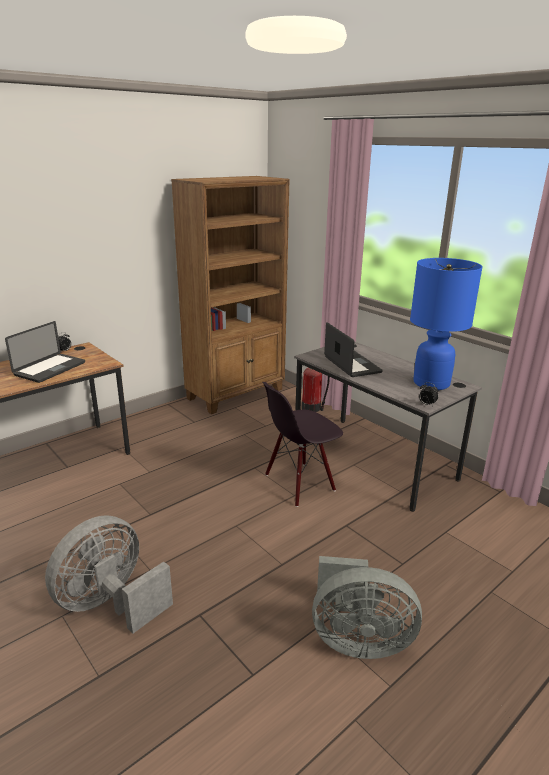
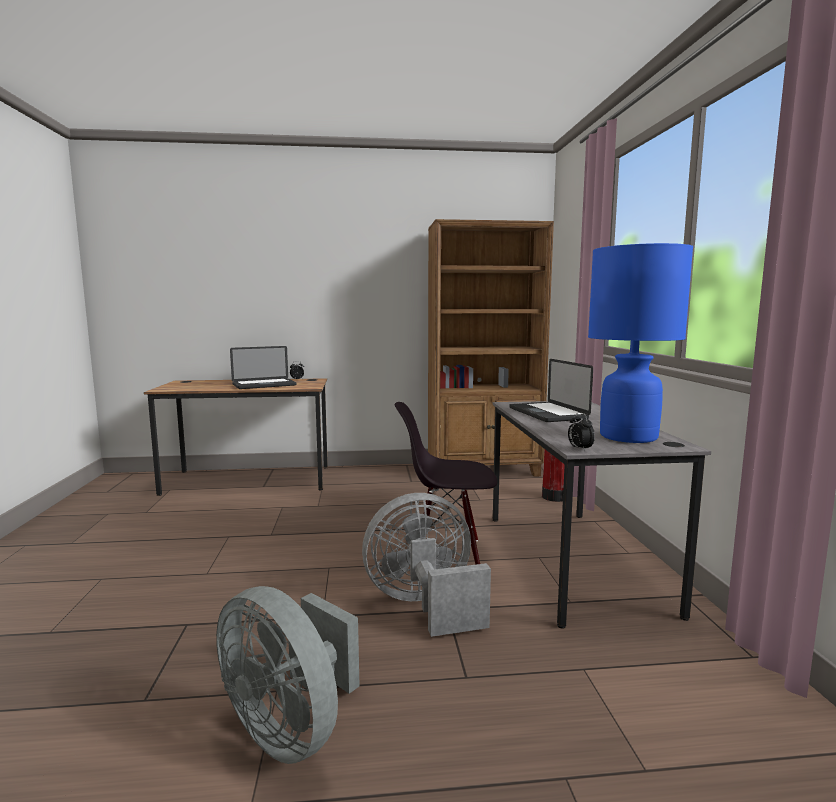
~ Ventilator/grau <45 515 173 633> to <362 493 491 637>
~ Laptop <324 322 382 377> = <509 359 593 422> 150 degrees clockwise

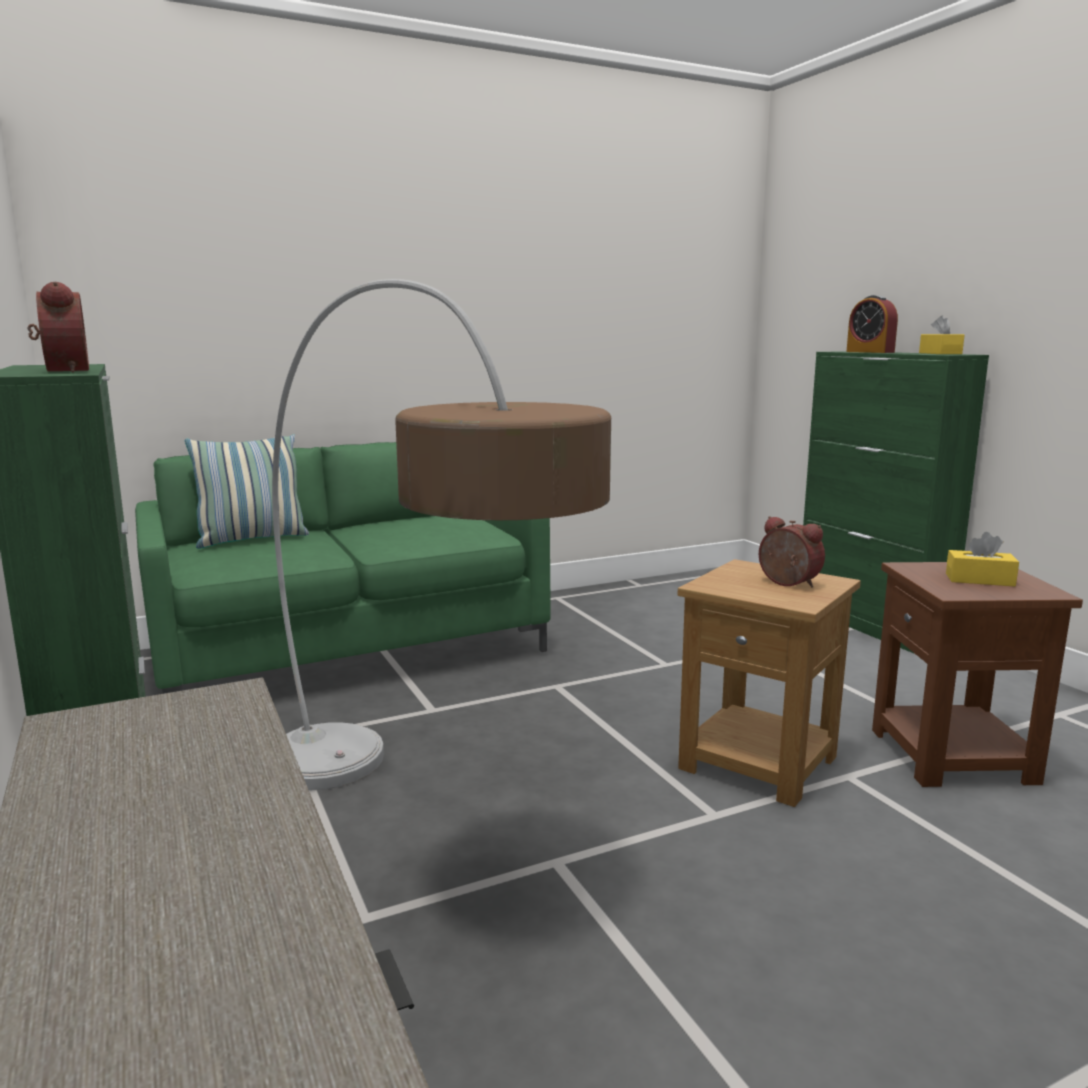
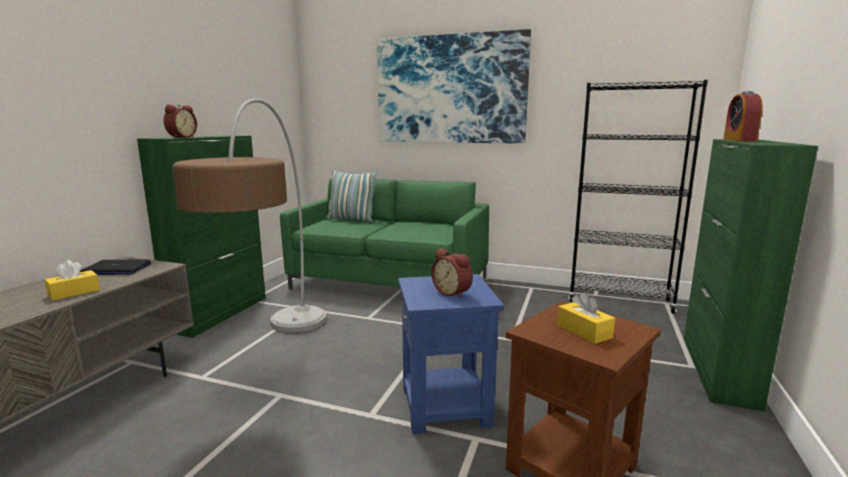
+ Laptop <80 260 151 275>
+ Bild <377 29 531 144>
+ Bücherregal/schwarz <569 80 708 314>
~ Taschentuchbox/gelb <919 315 965 354> to <45 260 100 301>
~ Beistelltisch/braun <677 559 861 807> to Beistelltisch/blau <398 274 504 434>
~ Wecker <759 516 825 588> = <431 248 473 298> 135 degrees clockwise

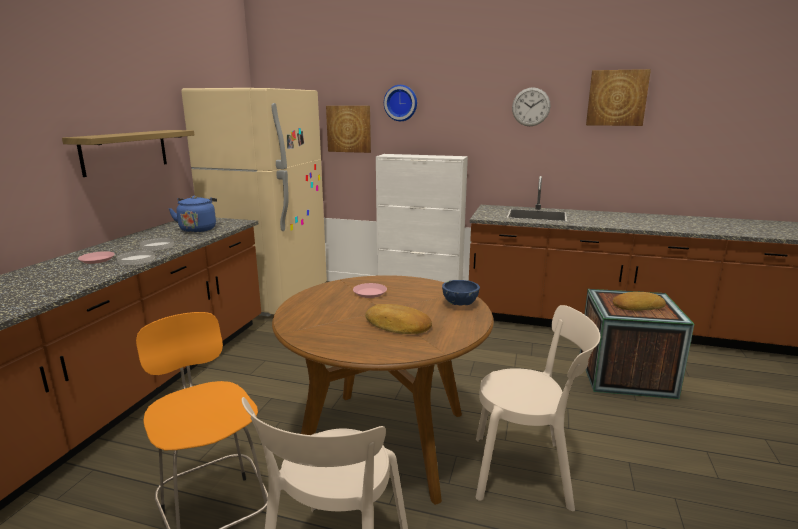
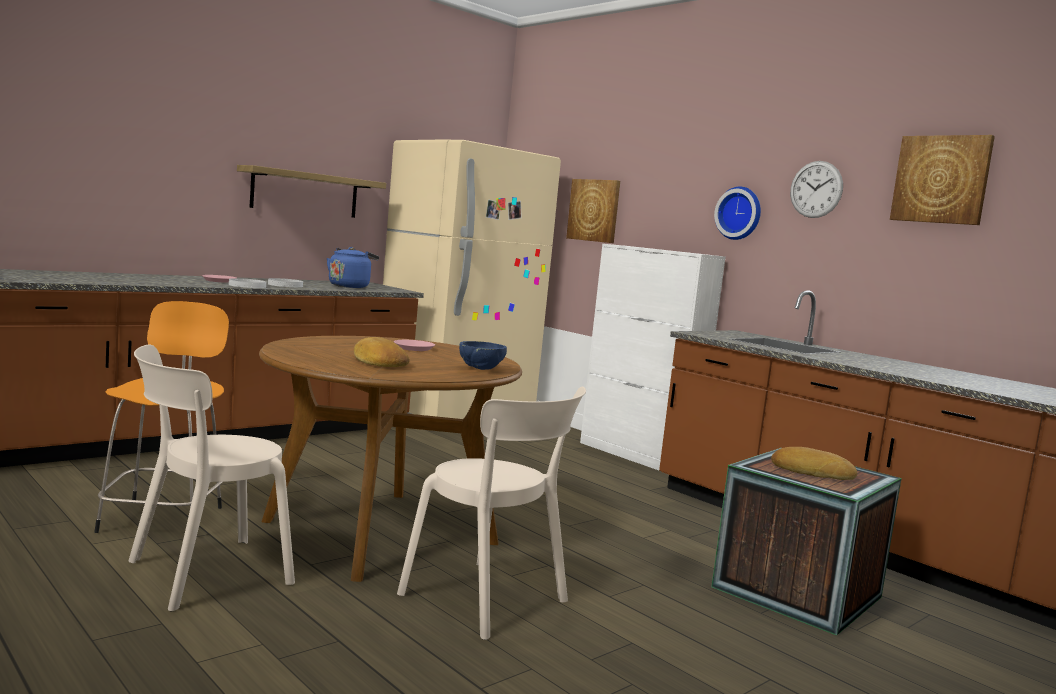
~ Wanduhr <384 85 417 121> to <714 187 761 240>

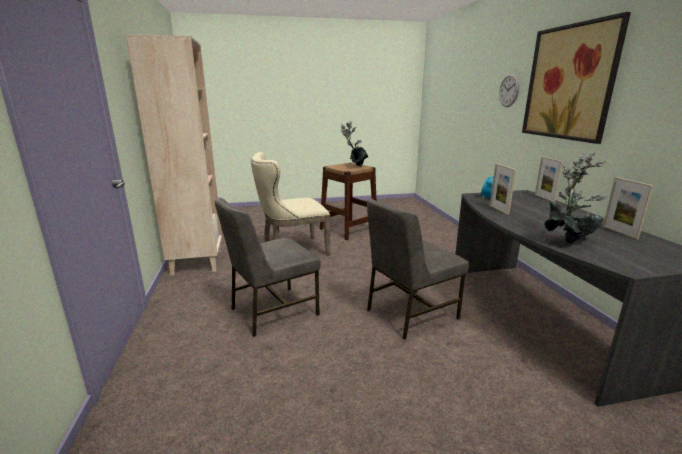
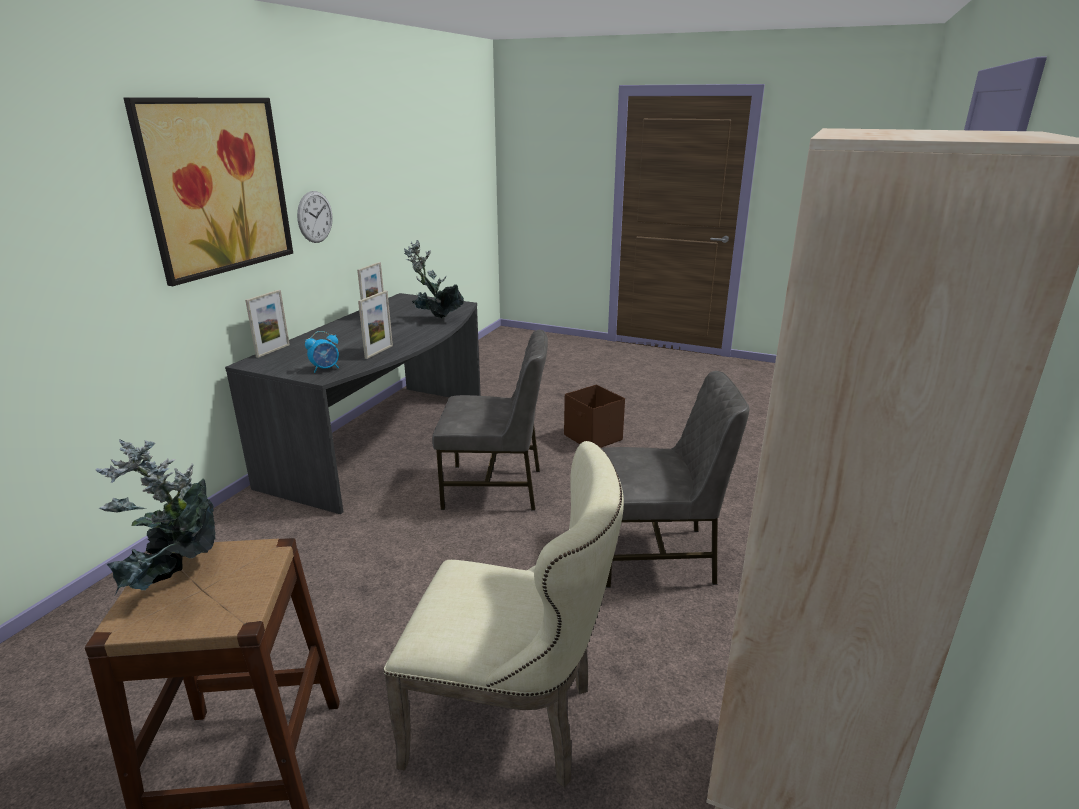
+ Aufbewahrungsbox/braun <564 385 625 448>
~ Wanduhr <499 73 520 107> to <297 191 333 243>

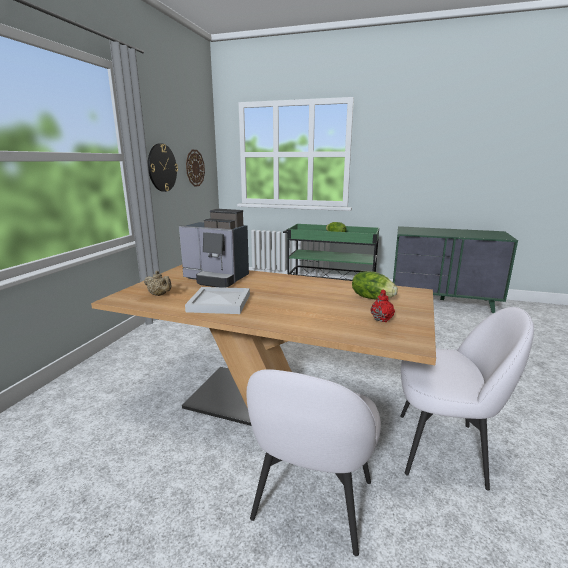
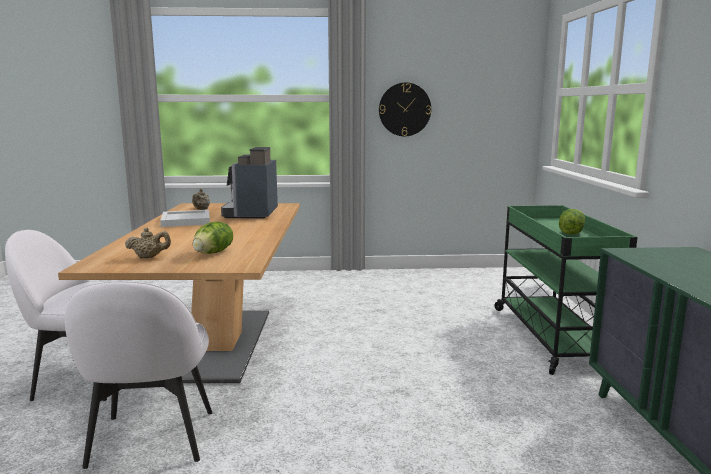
- Wanduhr <186 150 205 187>
~ Teekanne/rot <371 290 395 322> to Teekanne/beige <125 228 171 259>

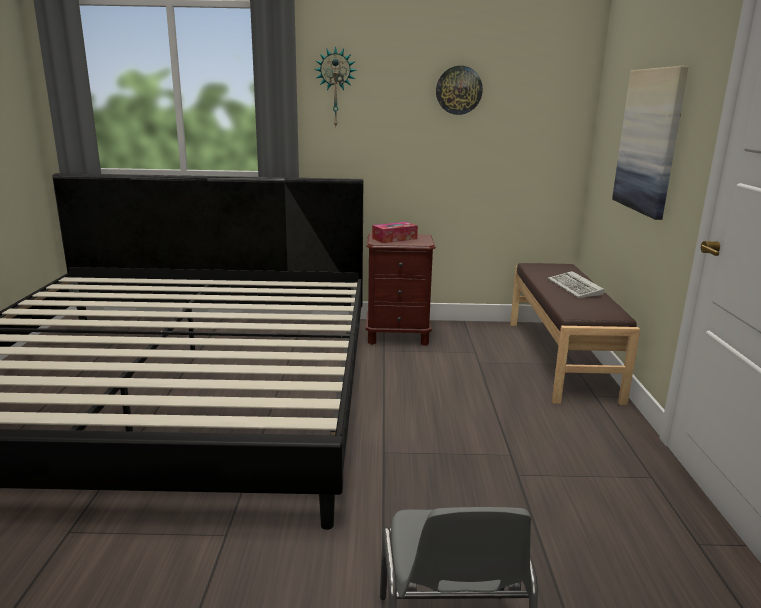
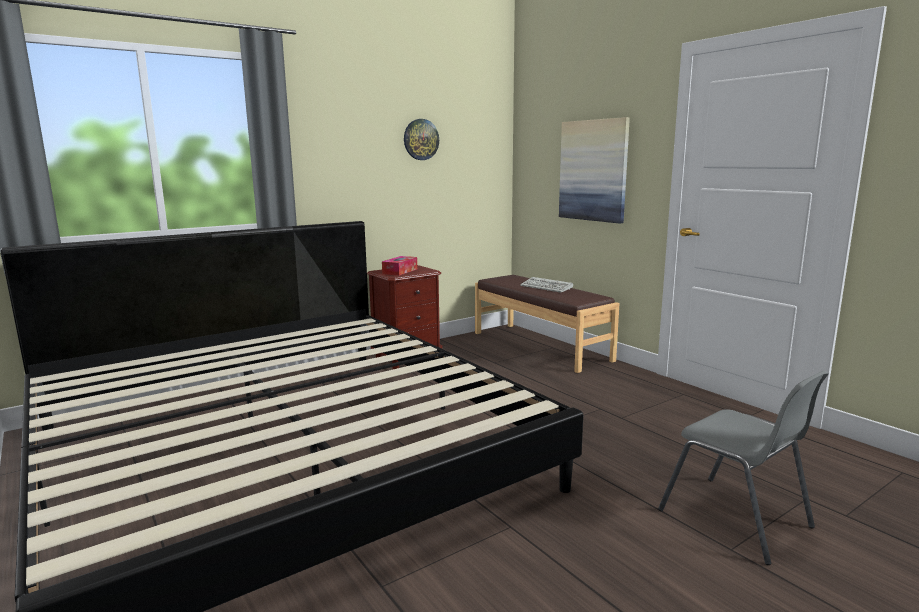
- Wanduhr <314 46 357 127>

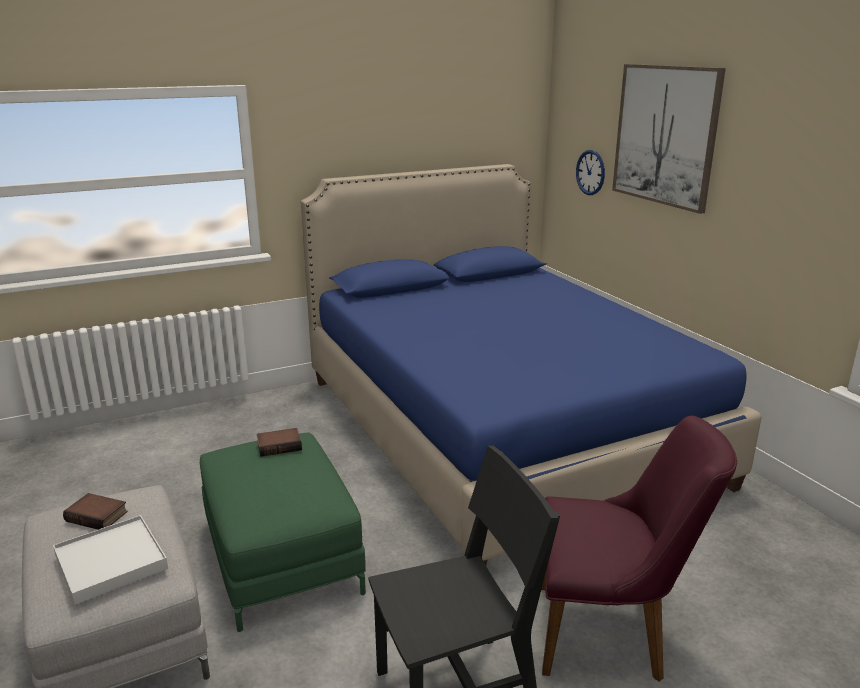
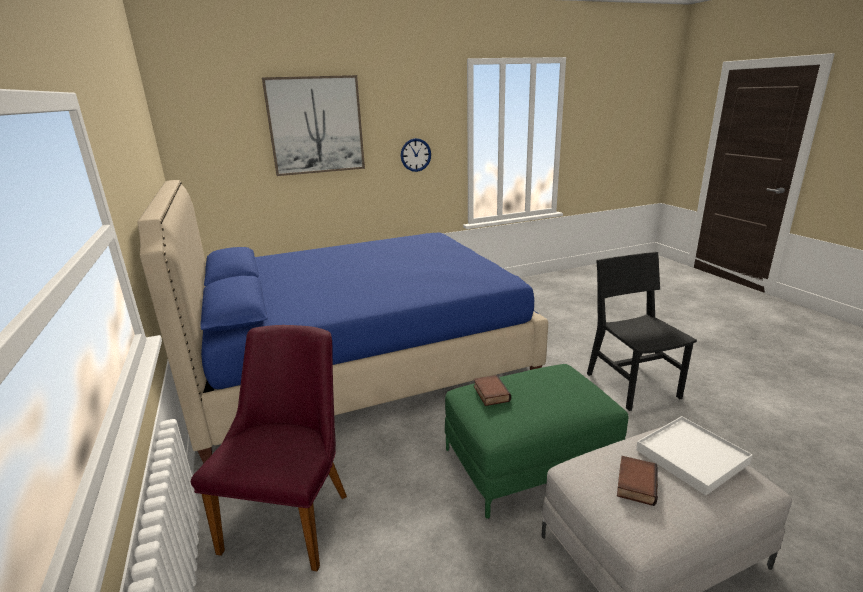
~ Stuhl/lila <541 416 737 682> to <191 325 347 571>
~ Wanduhr <576 150 605 195> to <401 138 431 172>

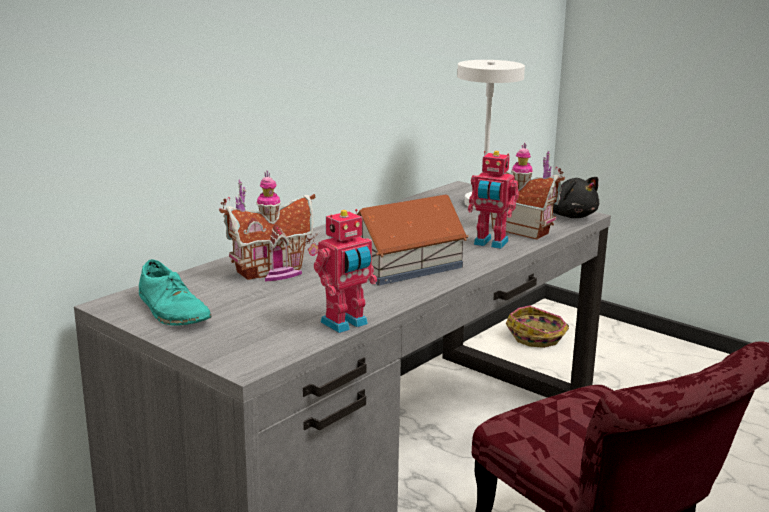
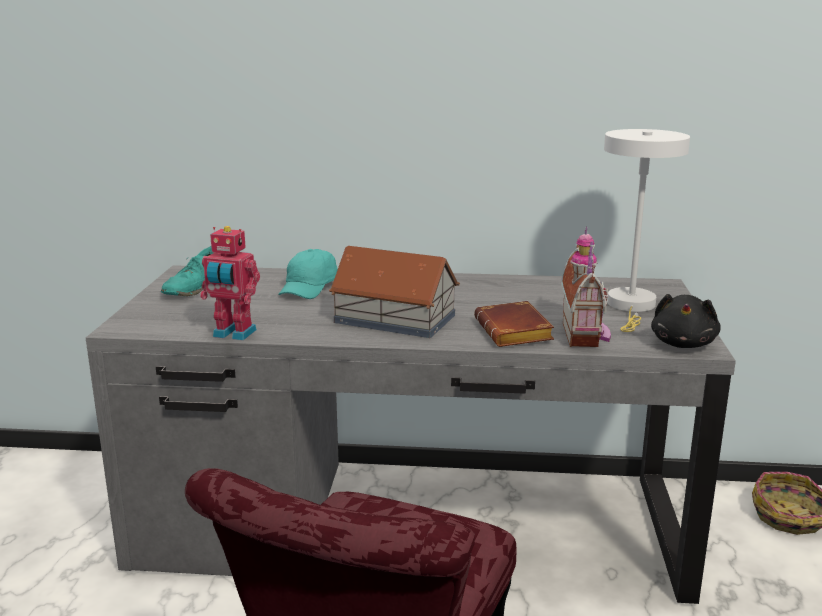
~ Spielzeughaus <219 171 318 282> to Kappe/türkis <278 249 338 299>
~ Spielzeugroboter <468 151 519 249> to Buch/braun <474 301 554 347>

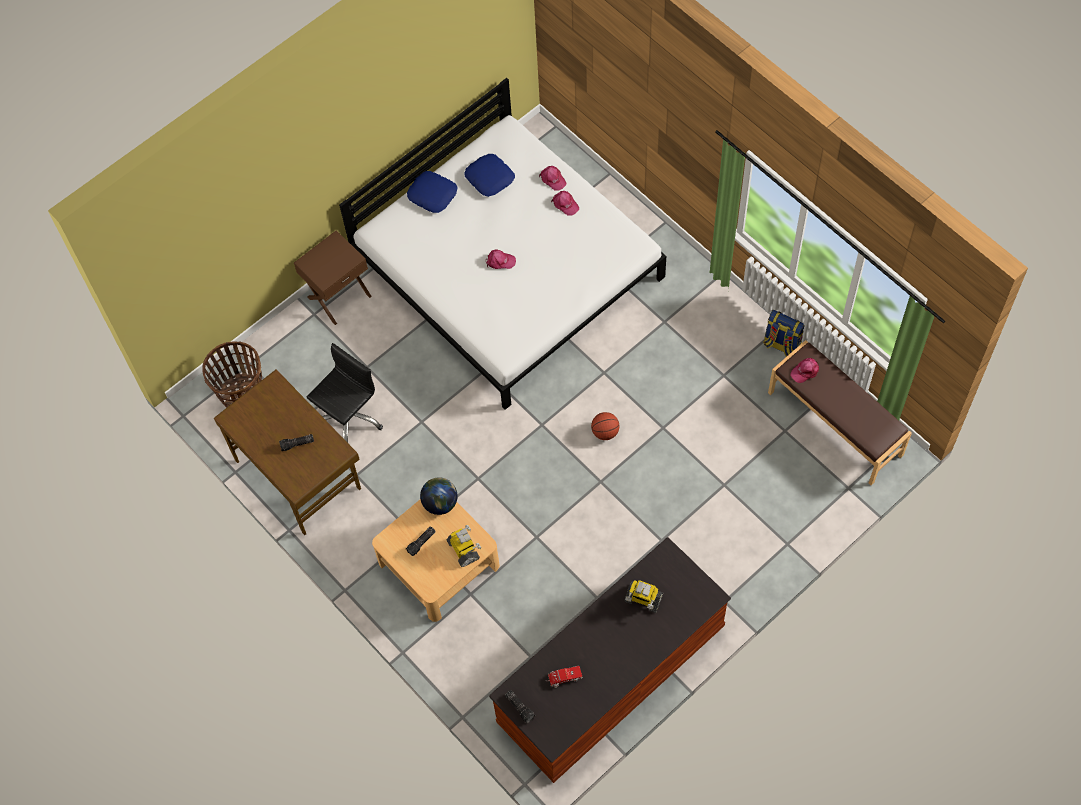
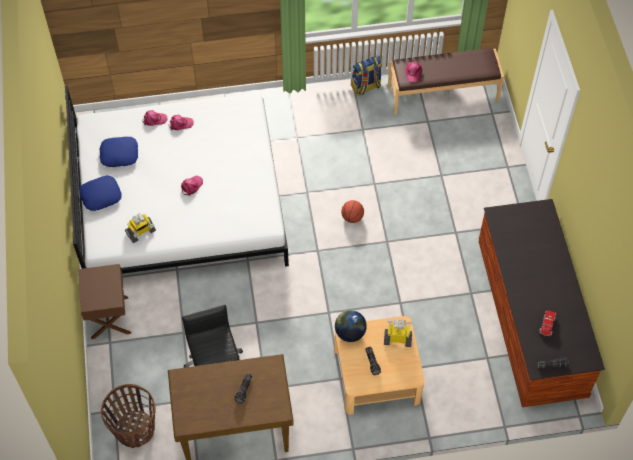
~ Spielzeugroboter <624 580 663 613> to <125 213 156 243>

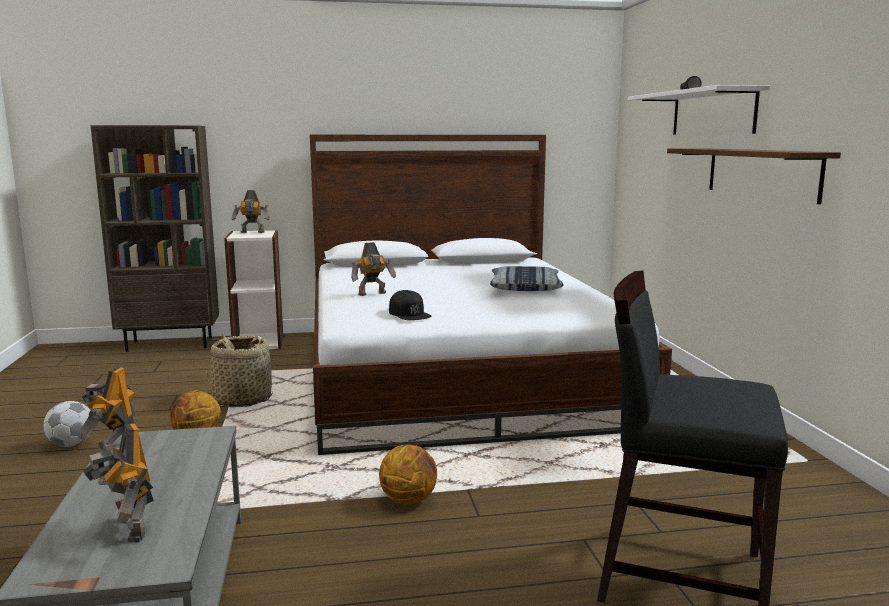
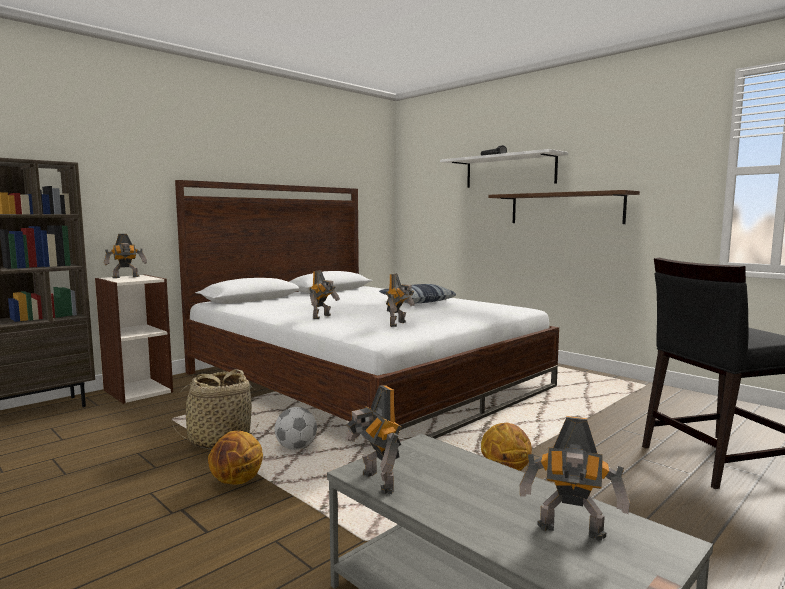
~ Fußball <43 401 90 447> to <275 407 317 450>
~ Kappe/schwarz <389 290 431 320> to Spielzeugroboter <386 273 415 327>

